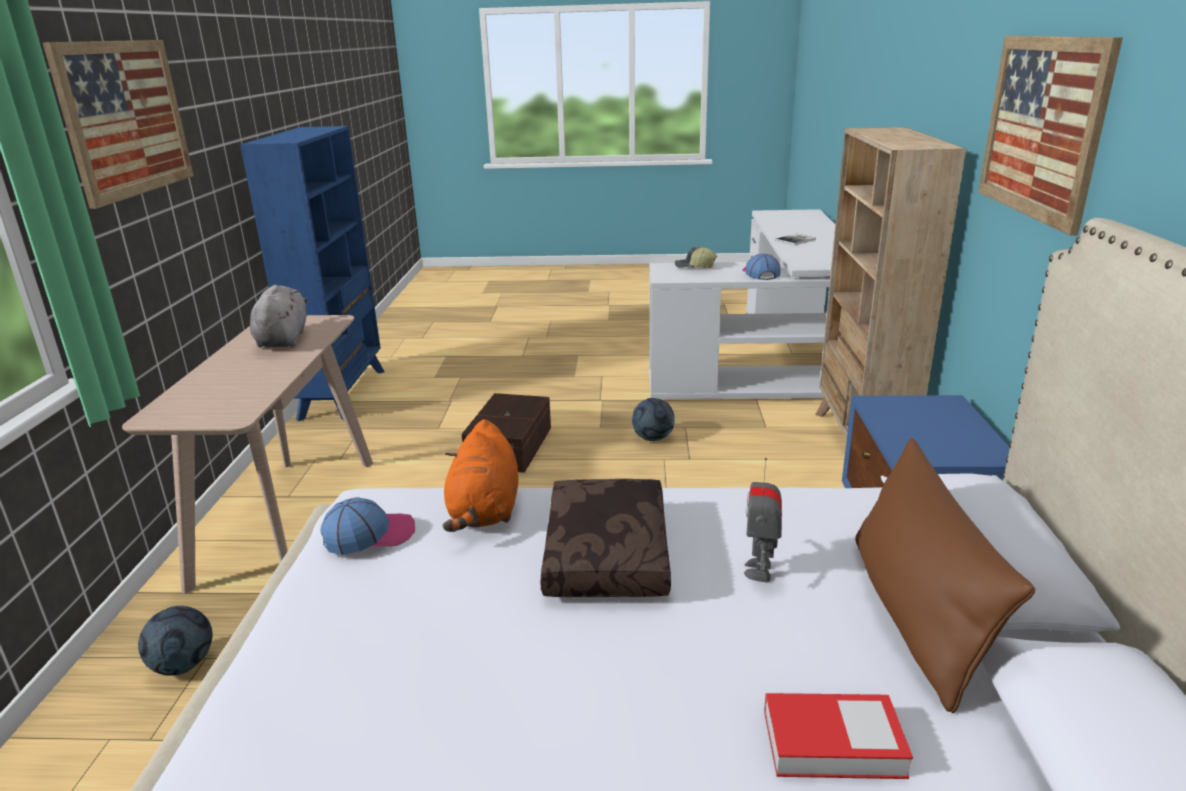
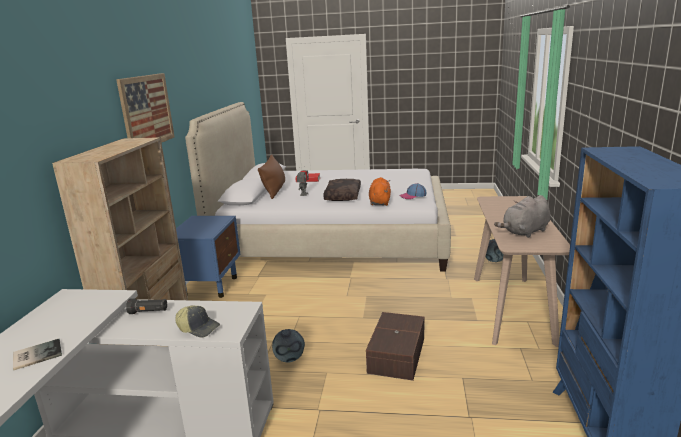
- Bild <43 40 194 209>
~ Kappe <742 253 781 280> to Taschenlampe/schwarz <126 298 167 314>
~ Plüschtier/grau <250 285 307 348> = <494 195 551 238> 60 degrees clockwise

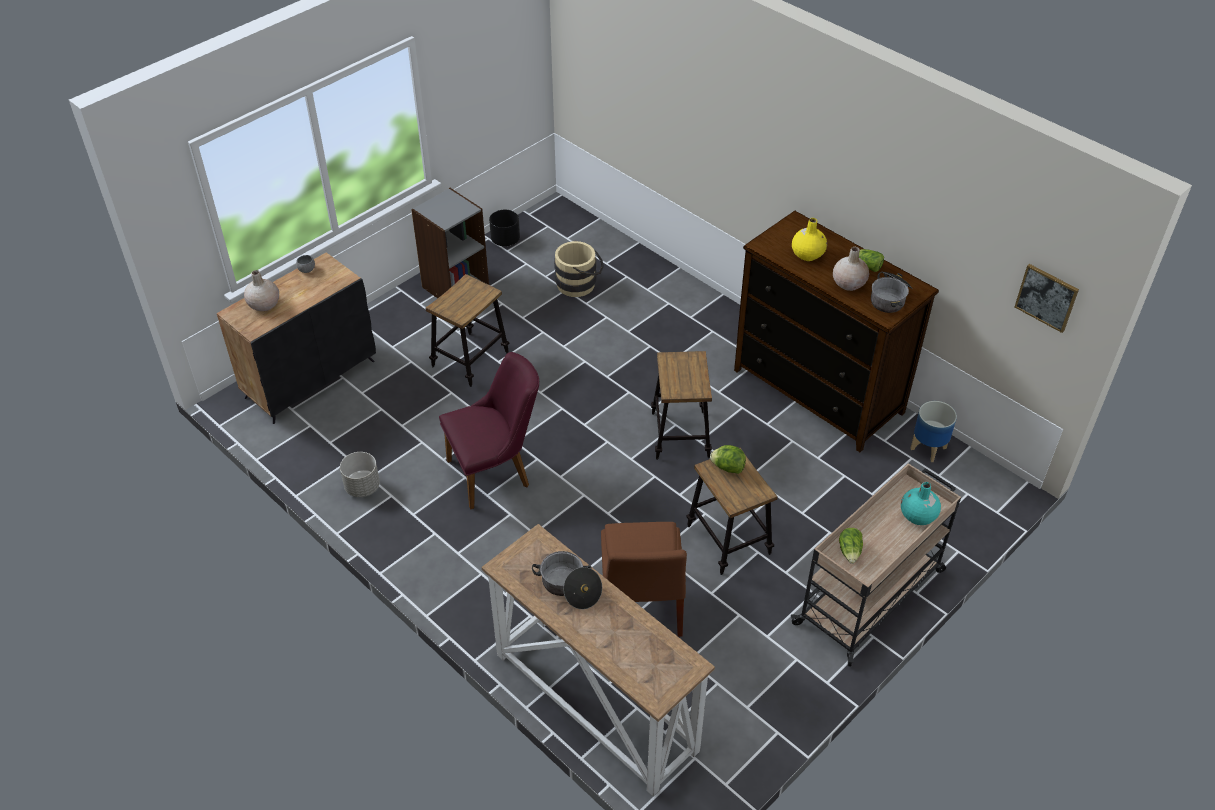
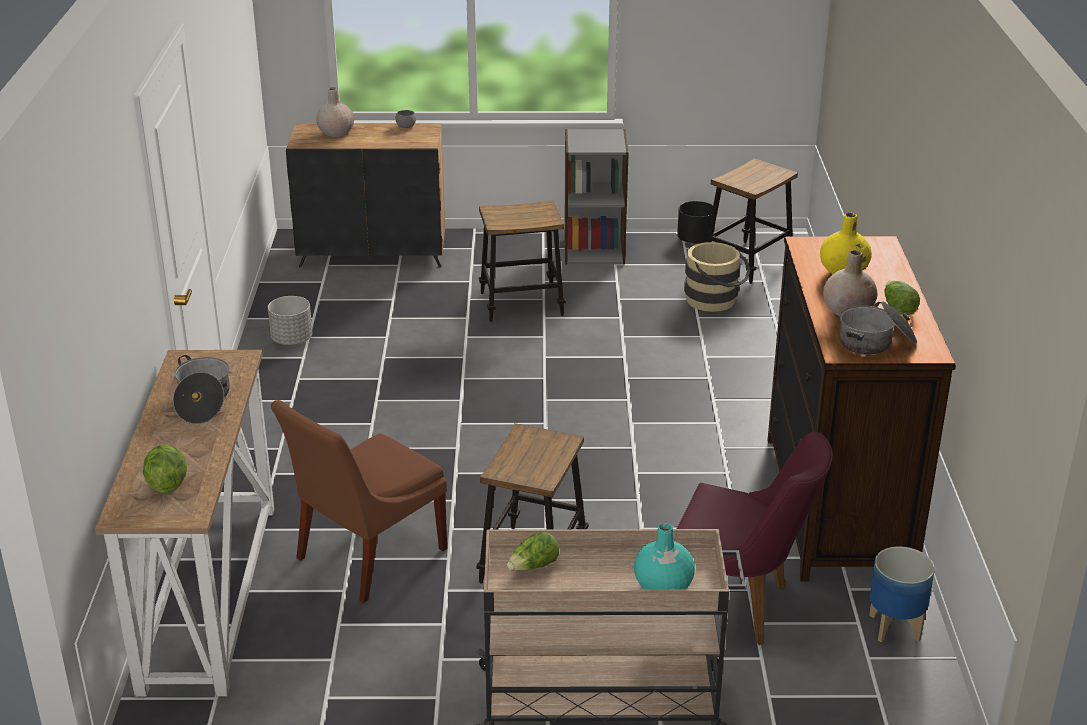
- Bild <1015 264 1079 333>
~ Stuhl/lila <439 352 539 510> to <677 431 833 645>
~ Hocker <651 351 712 460> to <706 158 798 284>
~ Salatkopf <710 445 746 474> to <142 445 187 493>

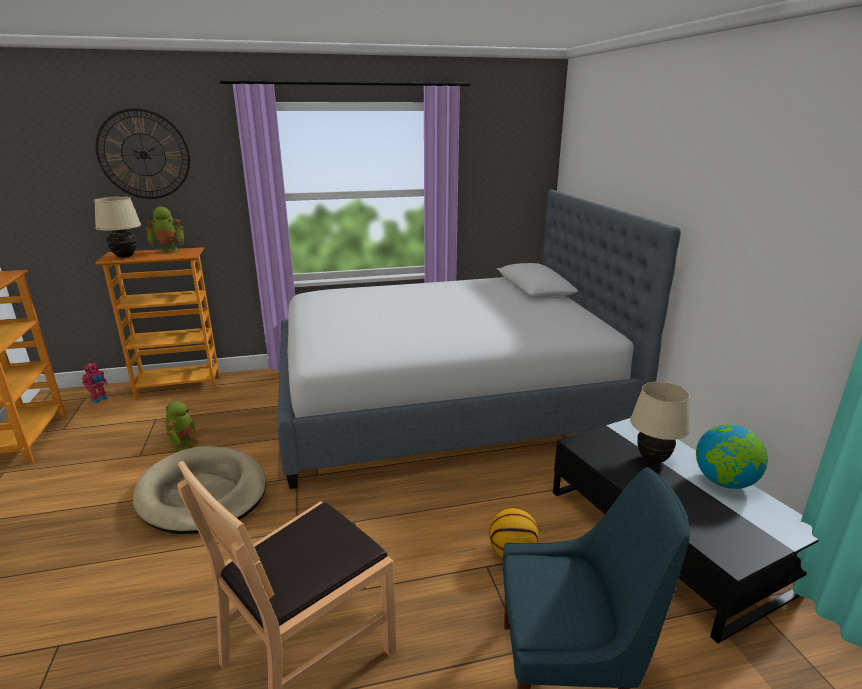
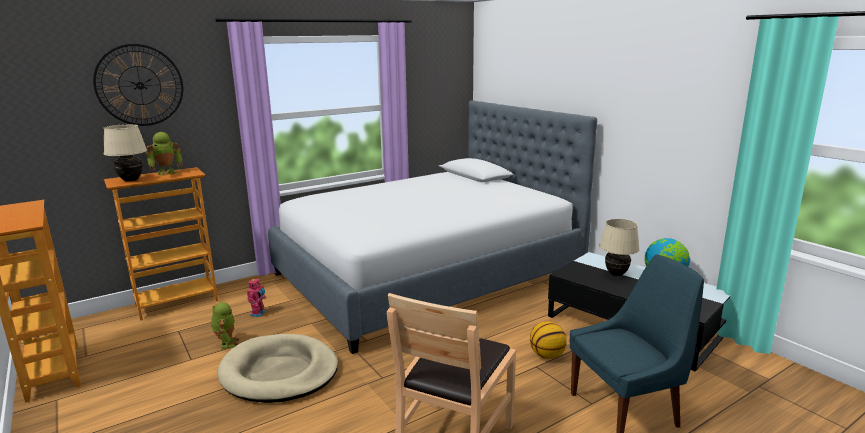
~ Spielzeugroboter <82 362 108 403> to <247 279 266 317>

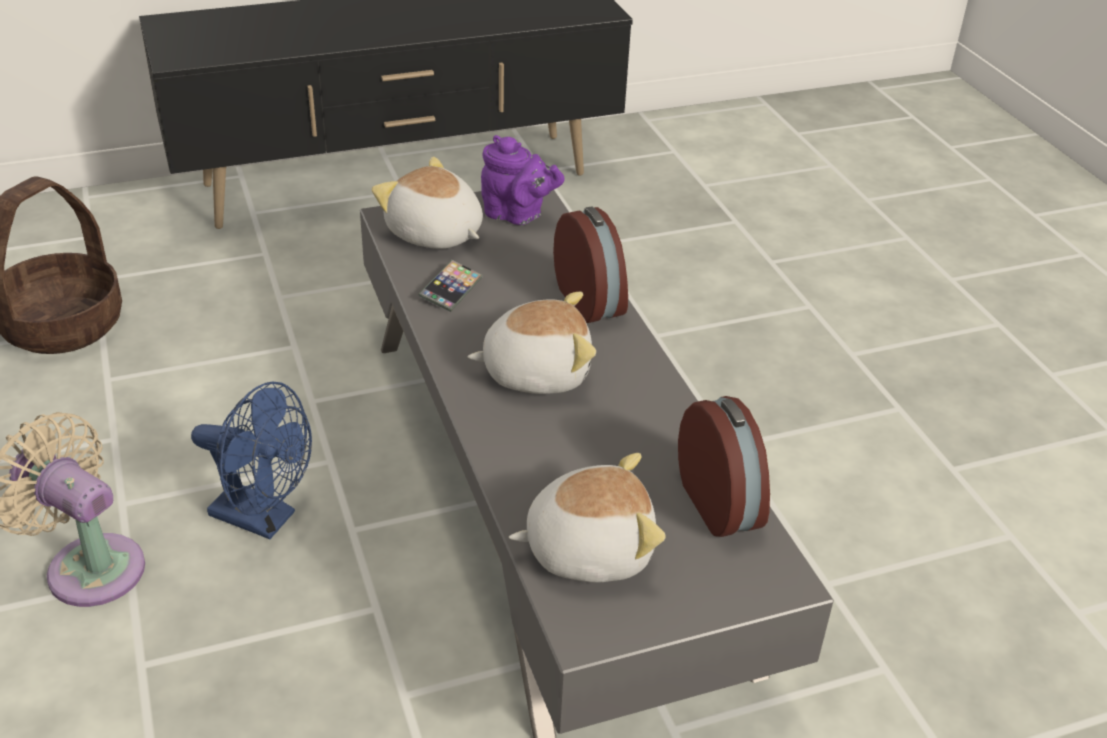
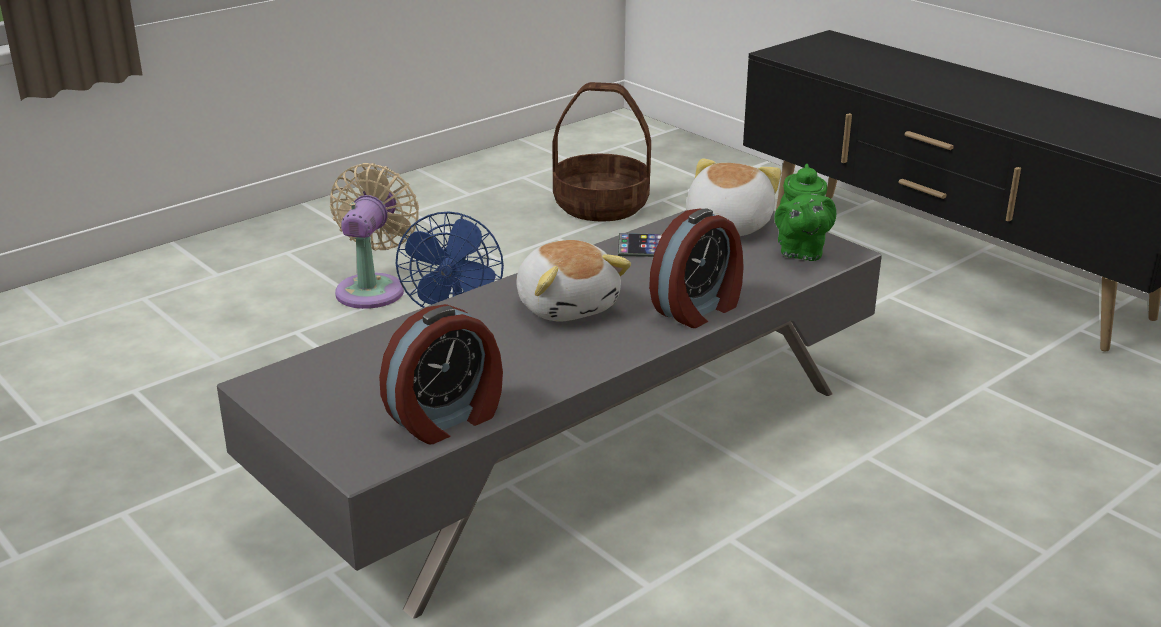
- Plüschtier <509 453 665 583>
~ Teekanne/lila <481 135 565 225> to Teekanne/grün <774 164 836 261>

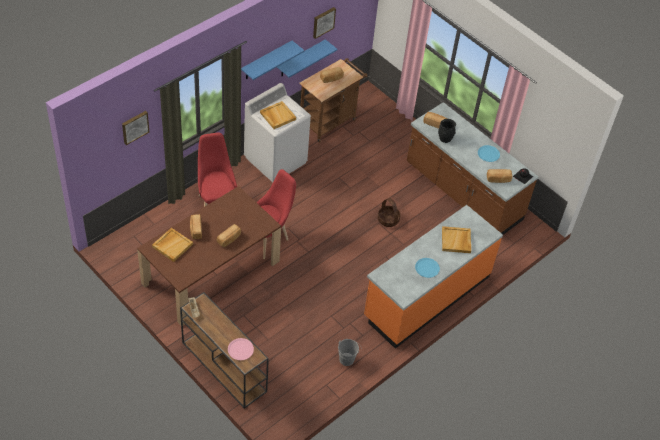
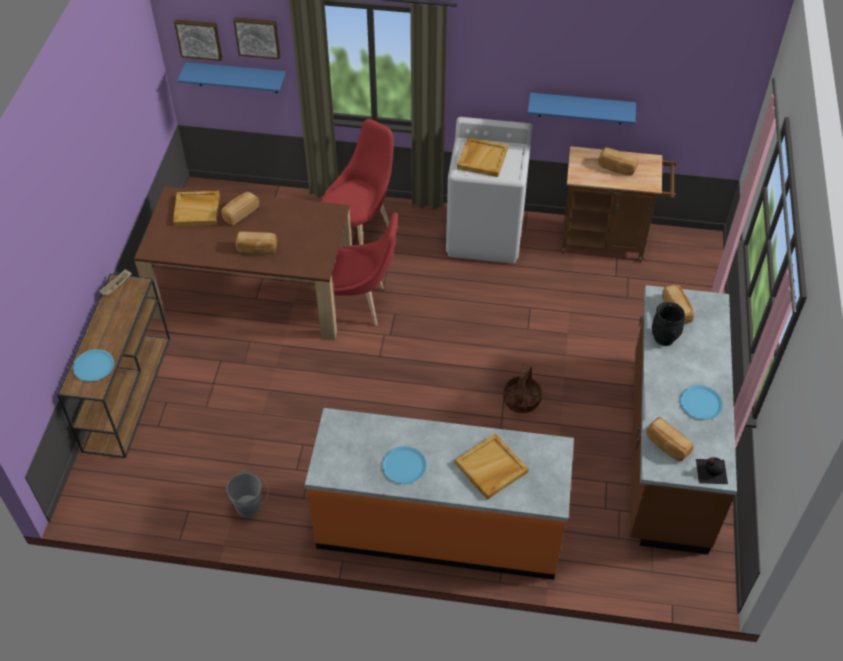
~ Wandregal/blau <241 41 305 80> to <177 62 286 93>
~ Bild <313 7 336 39> to <174 20 222 61>
~ Teller/rosa <228 338 254 360> to Teller/blau <73 349 114 382>

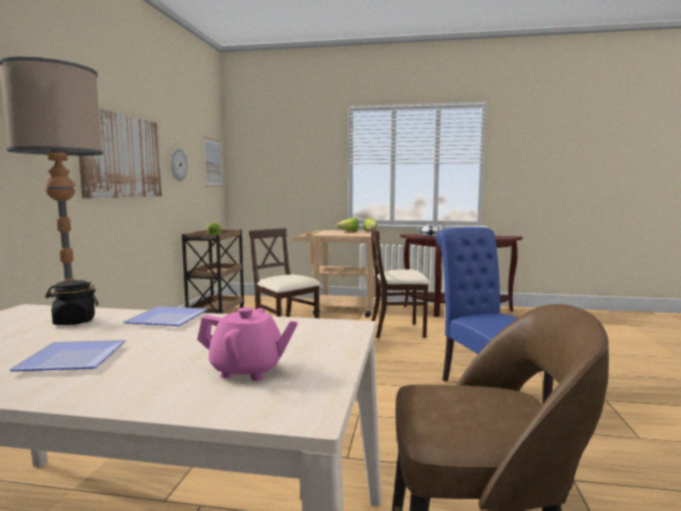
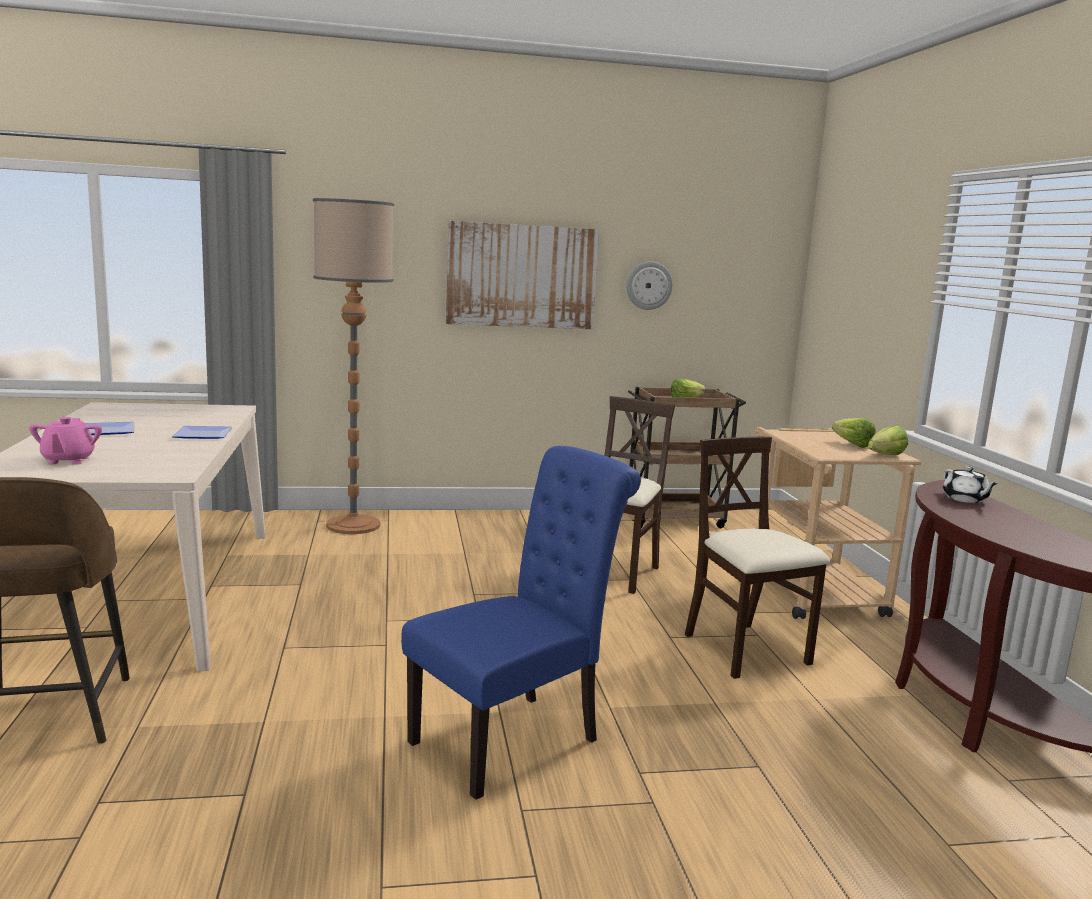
- Vorratsglas/schwarz <45 280 98 325>
- Bild <204 137 223 187>

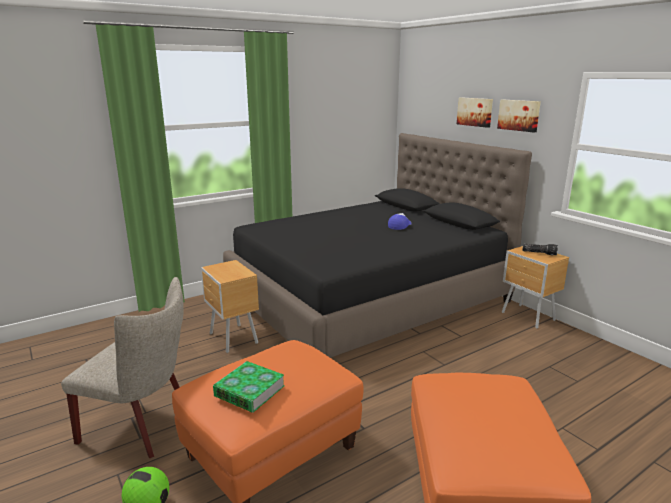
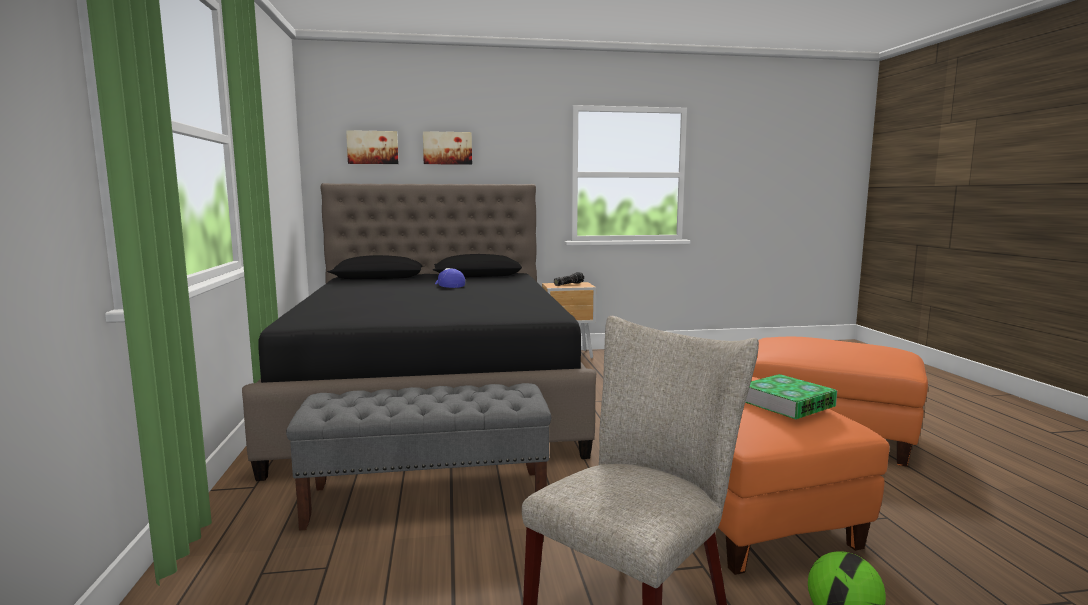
~ Bild <497 100 541 132> to <346 130 399 164>
~ Nachttisch/braun <201 260 259 353> to Bank/grau <286 383 551 531>

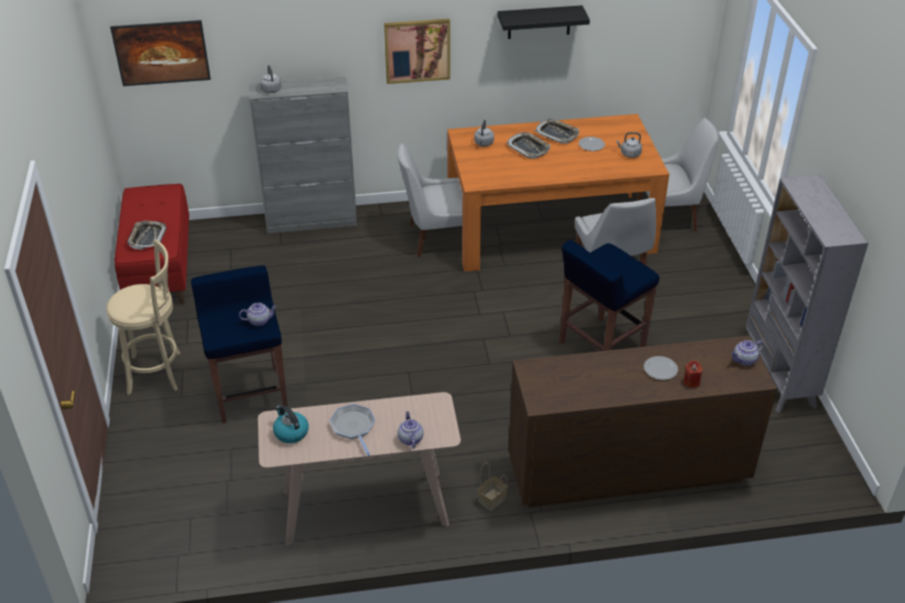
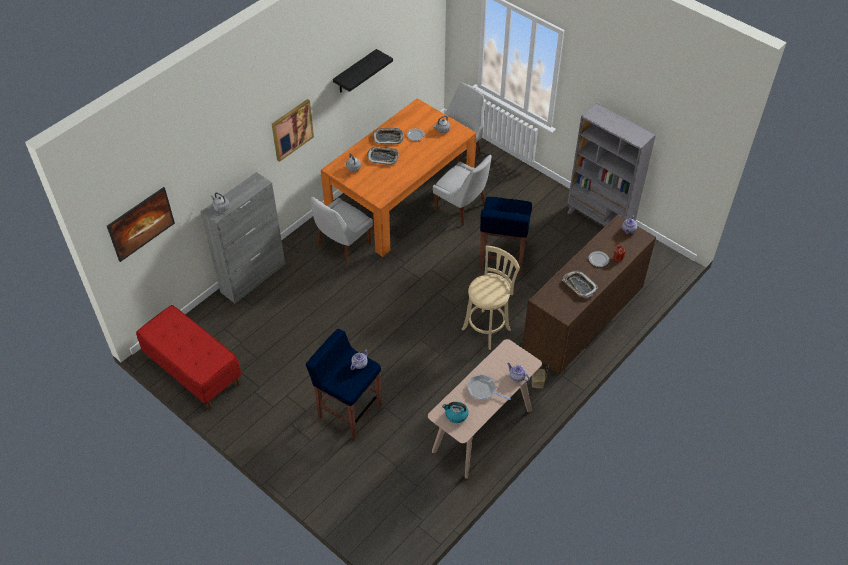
~ Hocker/beige <106 239 180 395> to <462 245 520 350>
~ Tablett <127 221 167 250> to <562 270 598 298>

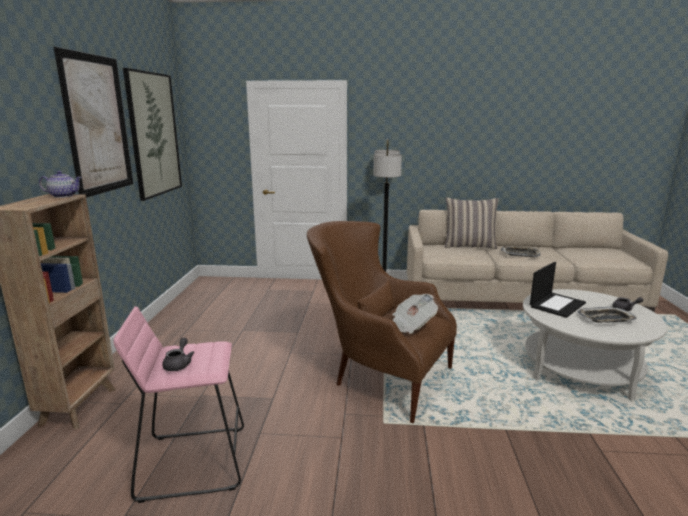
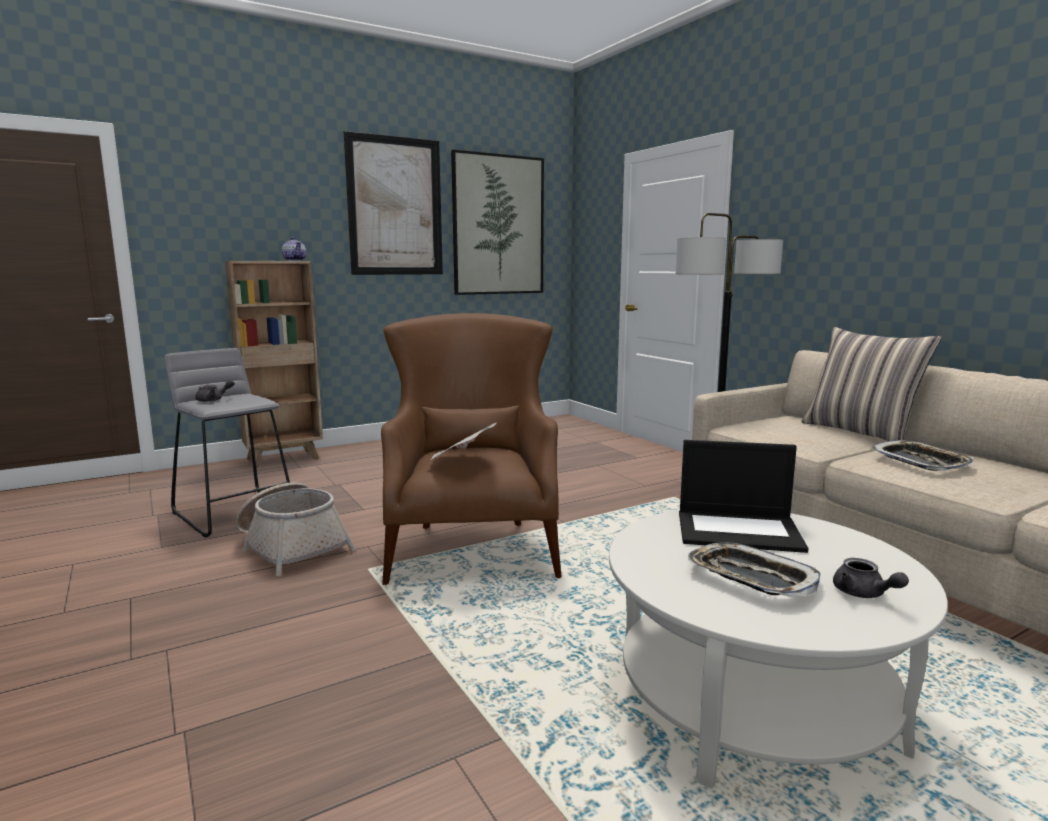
+ Korb <236 482 356 576>
~ Hocker/rosa <113 306 244 503> to Hocker/grau <164 348 290 538>

